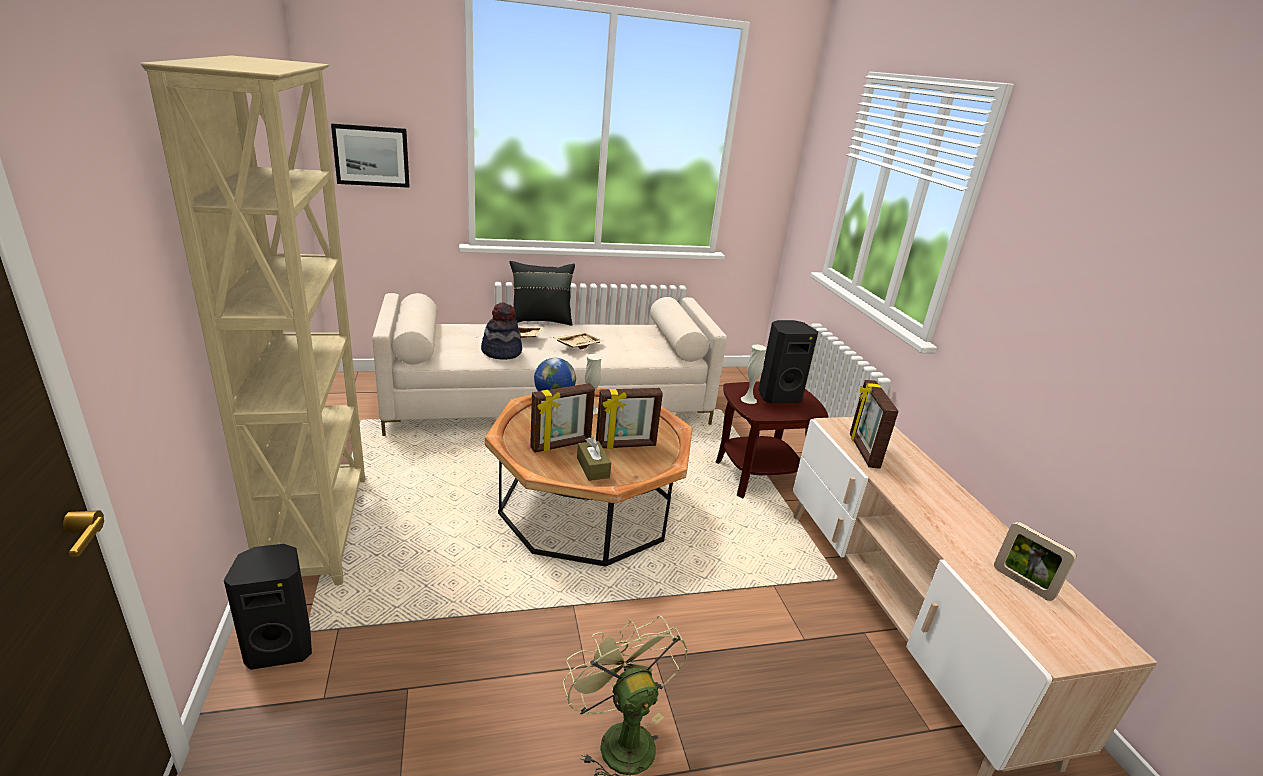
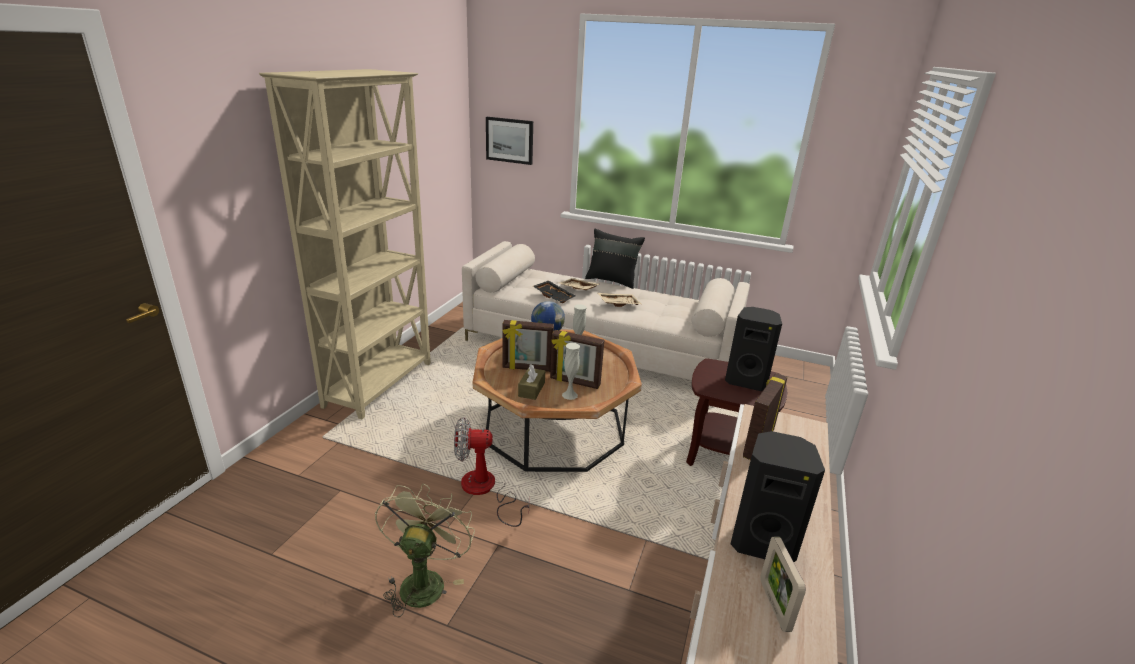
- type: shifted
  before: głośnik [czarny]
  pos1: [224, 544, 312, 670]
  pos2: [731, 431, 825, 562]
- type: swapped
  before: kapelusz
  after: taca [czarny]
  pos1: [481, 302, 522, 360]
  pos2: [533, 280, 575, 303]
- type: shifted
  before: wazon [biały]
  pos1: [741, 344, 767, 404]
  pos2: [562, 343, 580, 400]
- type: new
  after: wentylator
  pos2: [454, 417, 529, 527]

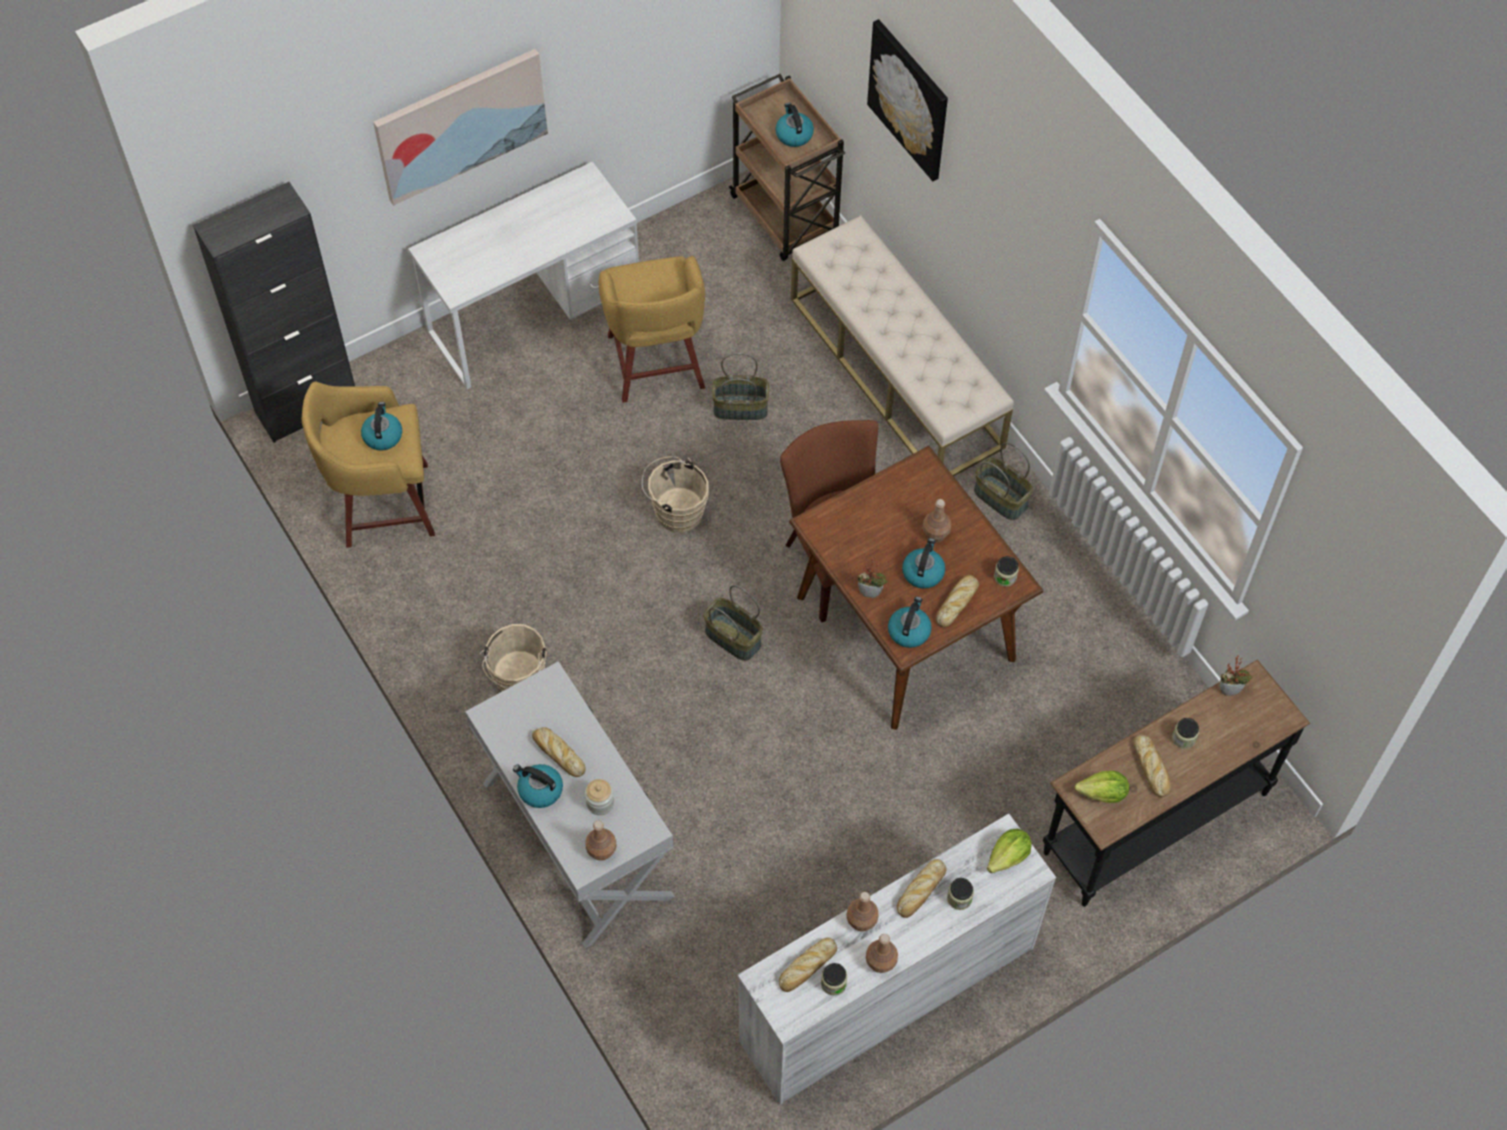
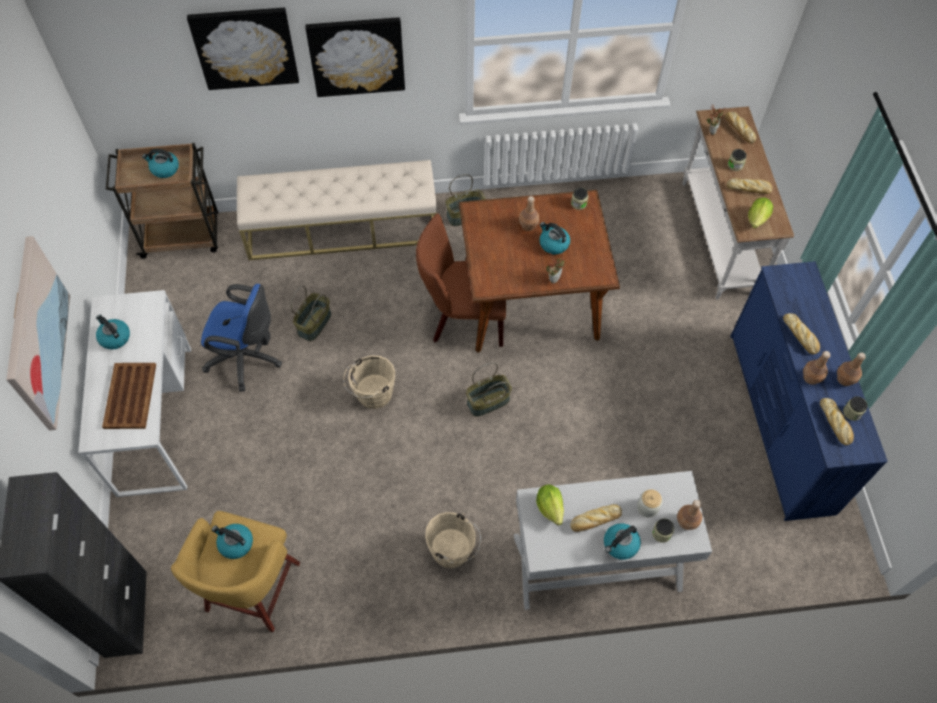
- type: swapped
  before: stołek [żółty]
  after: krzesło biurowe [niebieski]
  pos1: [599, 256, 705, 403]
  pos2: [201, 284, 282, 391]
- type: repainted
  before: komoda [biały]
  after: komoda [niebieski]
  pos1: [738, 814, 1056, 1105]
  pos2: [730, 261, 888, 521]
- type: shifted
  before: czajnik
  pos1: [888, 597, 932, 648]
  pos2: [96, 315, 130, 349]
- type: shifted
  before: chleb
  pos1: [936, 575, 979, 628]
  pos2: [724, 112, 756, 143]
- type: shifted
  before: słoik
  pos1: [947, 878, 974, 910]
  pos2: [652, 518, 674, 543]
- type: shifted
  before: sałata
  pos1: [987, 829, 1032, 873]
  pos2: [536, 485, 564, 526]
- type: repainted
  before: stolik konsolowy [czarny]
  after: stolik konsolowy [biały]
  pos1: [1043, 660, 1310, 907]
  pos2: [682, 107, 794, 300]
- type: new
  after: taca [brązowy]
  pos2: [102, 363, 156, 429]
- type: new
  after: obraz
  pos2: [305, 17, 405, 97]

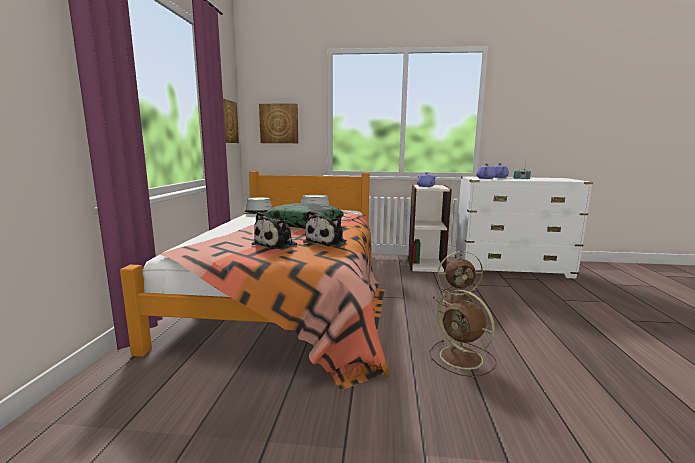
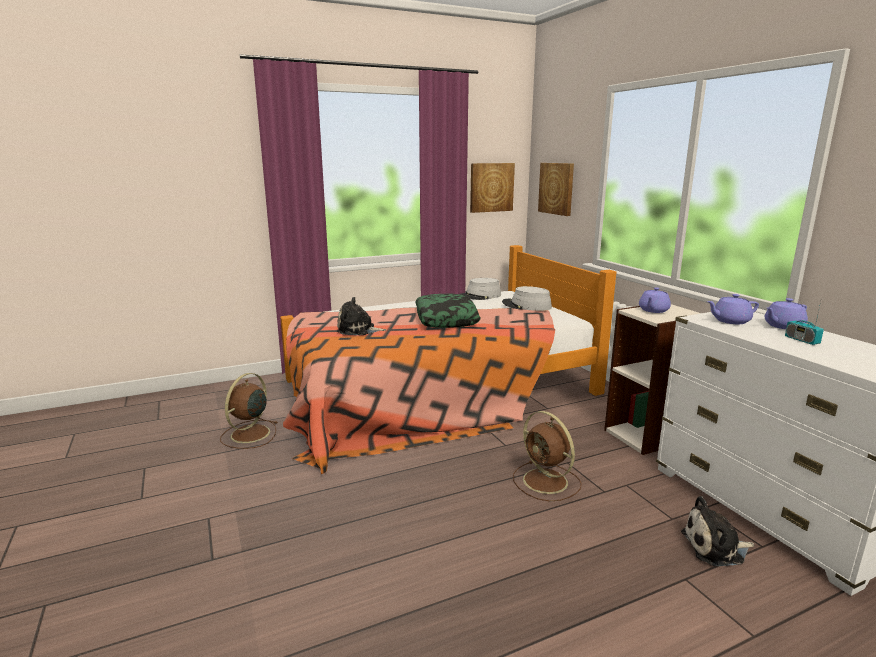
- type: shifted
  before: pluszak
  pos1: [303, 211, 347, 246]
  pos2: [681, 496, 754, 566]
- type: shifted
  before: wentylator [brązowy]
  pos1: [430, 290, 497, 377]
  pos2: [220, 373, 278, 449]

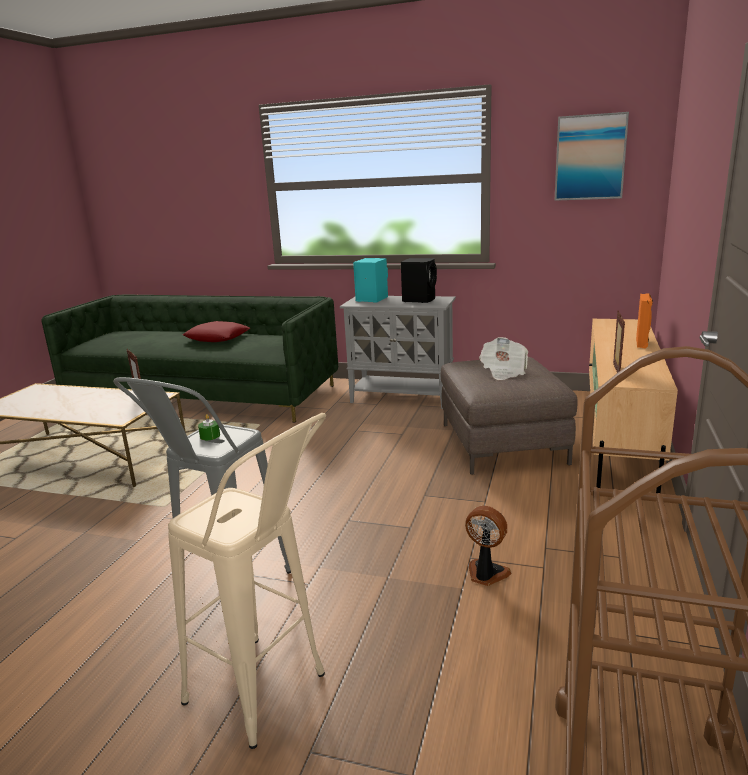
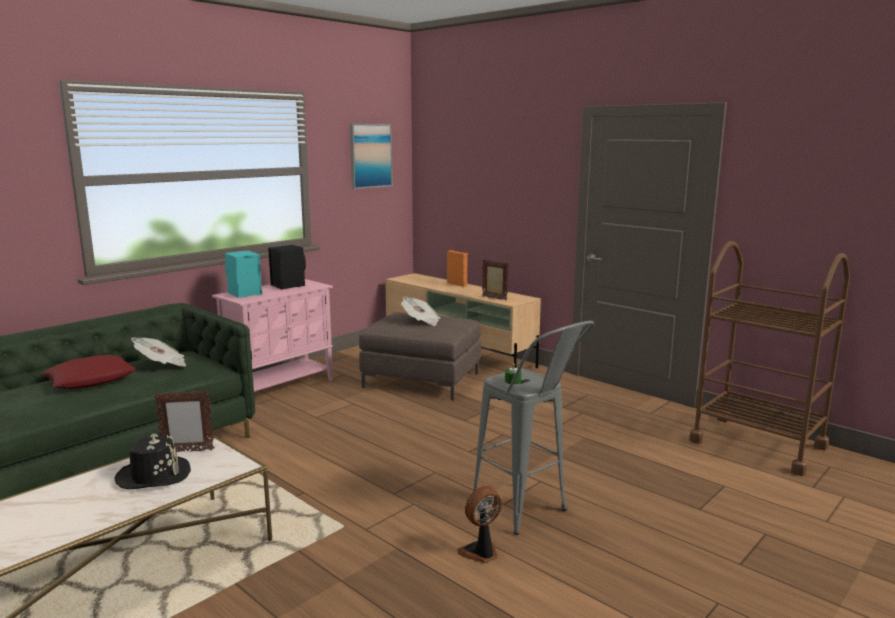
- type: gone
  before: stołek [beżowy]
  pos1: [168, 413, 326, 749]
- type: repainted
  before: szafka [szary]
  after: szafka [różowy]
  pos1: [340, 296, 456, 409]
  pos2: [212, 279, 333, 392]
- type: shifted
  before: wentylator
  pos1: [465, 506, 512, 586]
  pos2: [457, 486, 502, 563]
- type: new
  after: kapelusz [czarny]
  pos2: [115, 434, 191, 489]
- type: new
  after: gazeta
  pos2: [131, 337, 186, 367]

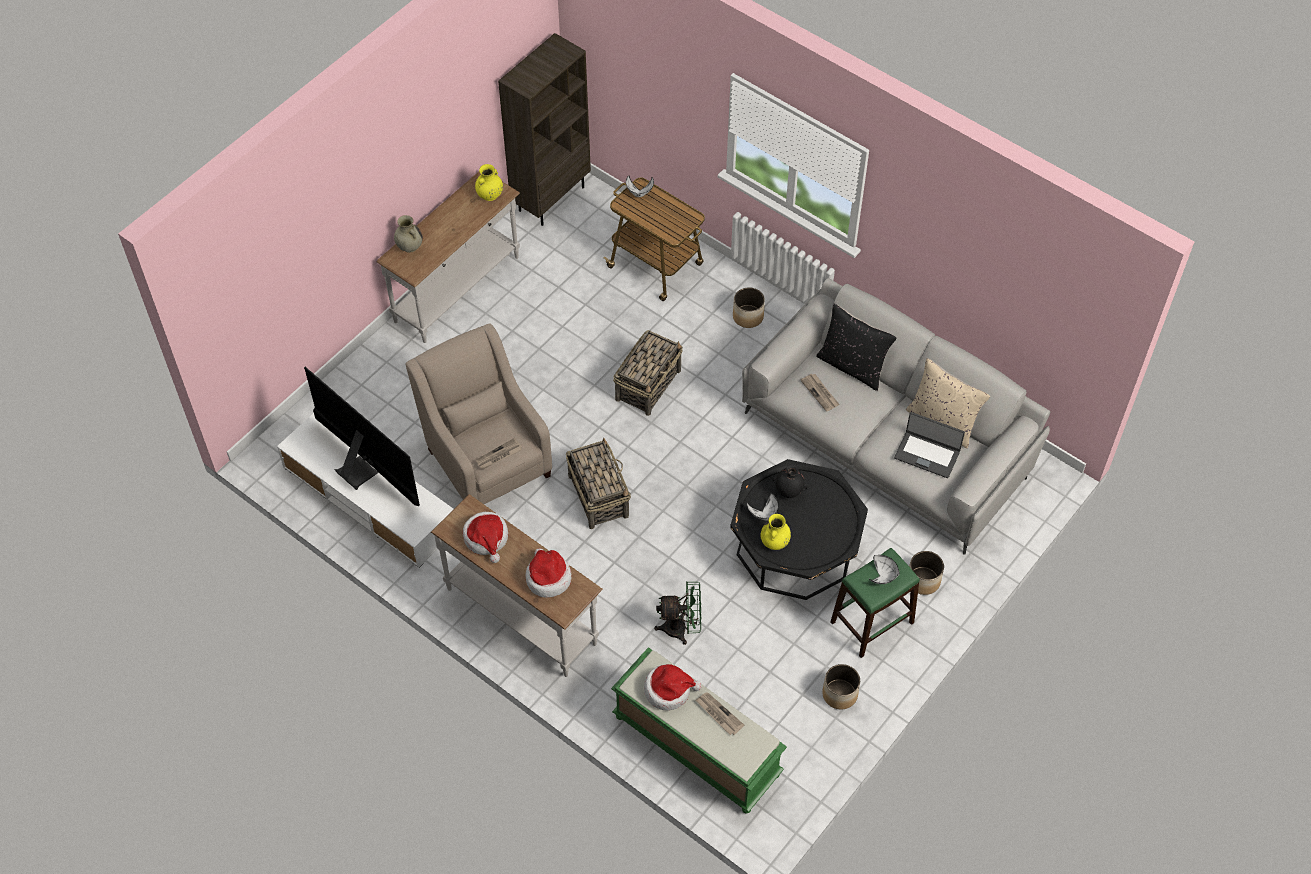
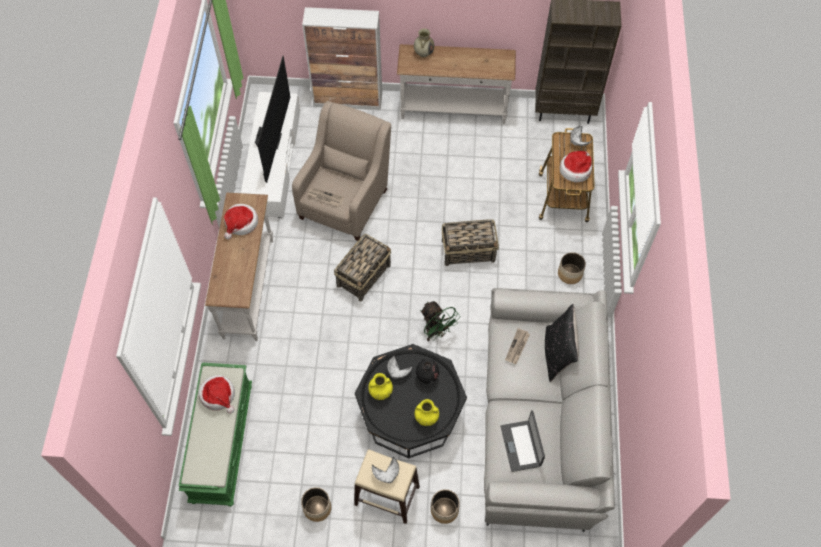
- type: shifted
  before: wazon [żółty]
  pos1: [475, 164, 503, 201]
  pos2: [415, 399, 439, 426]
- type: shifted
  before: kapelusz
  pos1: [526, 548, 571, 597]
  pos2: [560, 151, 592, 182]
- type: shifted
  before: wentylator [zielony]
  pos1: [654, 582, 701, 645]
  pos2: [420, 301, 460, 341]
- type: gone
  before: gazeta
  pos1: [696, 692, 744, 735]
- type: repainted
  before: stołek [zielony]
  after: stołek [beżowy]
  pos1: [830, 548, 920, 658]
  pos2: [354, 449, 420, 524]
- type: gone
  before: poduszka [beżowy]
  pos1: [906, 358, 990, 448]
- type: new
  after: szafka
  pos2: [302, 7, 382, 110]

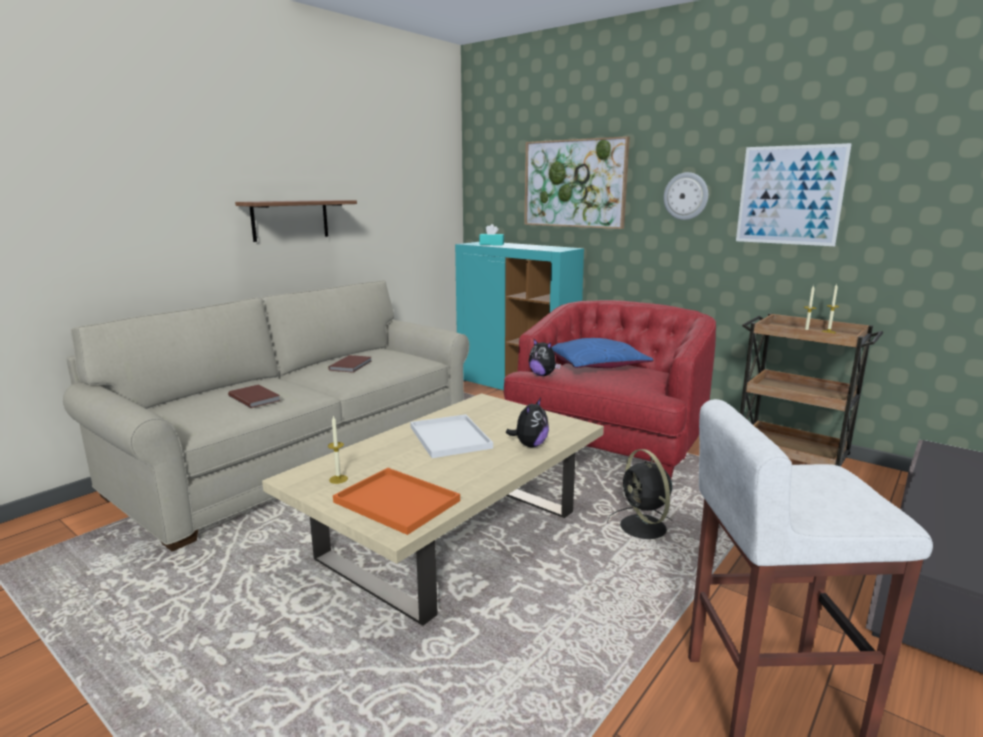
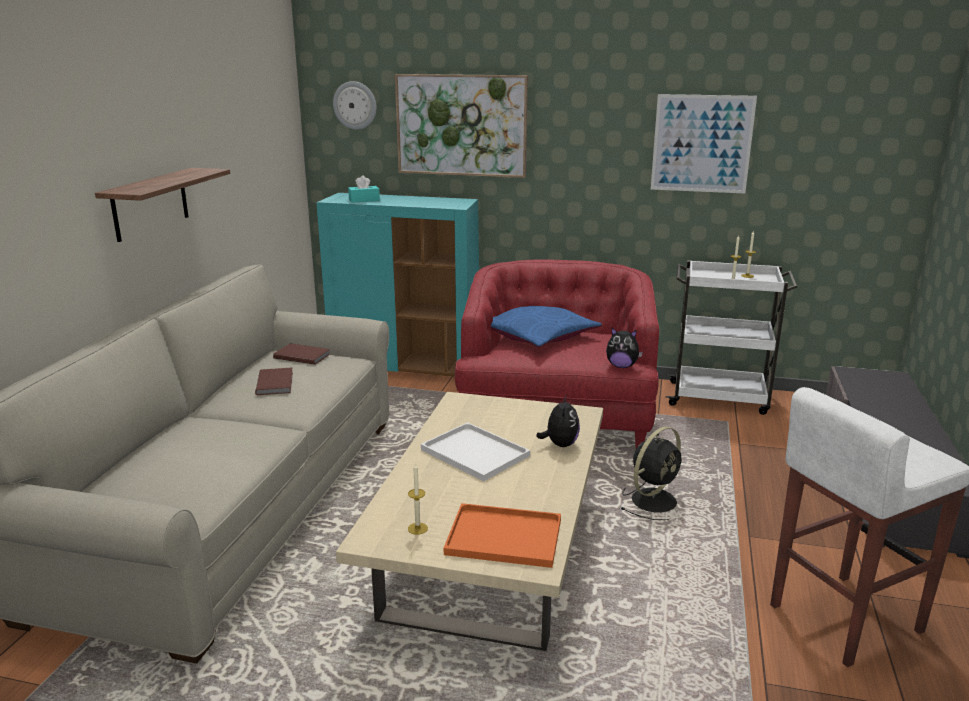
- type: shifted
  before: książka [brązowy]
  pos1: [228, 385, 281, 408]
  pos2: [273, 343, 330, 365]
- type: shifted
  before: pluszak
  pos1: [529, 339, 561, 376]
  pos2: [606, 328, 643, 368]
- type: rotated
  before: wentylator [czarny]
  pos1: [607, 449, 673, 539]
  pos2: [620, 426, 682, 520]
  turn: -90
- type: shifted
  before: zegar ścienny
  pos1: [664, 172, 708, 220]
  pos2: [333, 81, 377, 130]
- type: repainted
  before: wózek [brązowy]
  after: wózek [biały]
  pos1: [740, 313, 883, 467]
  pos2: [666, 260, 798, 415]

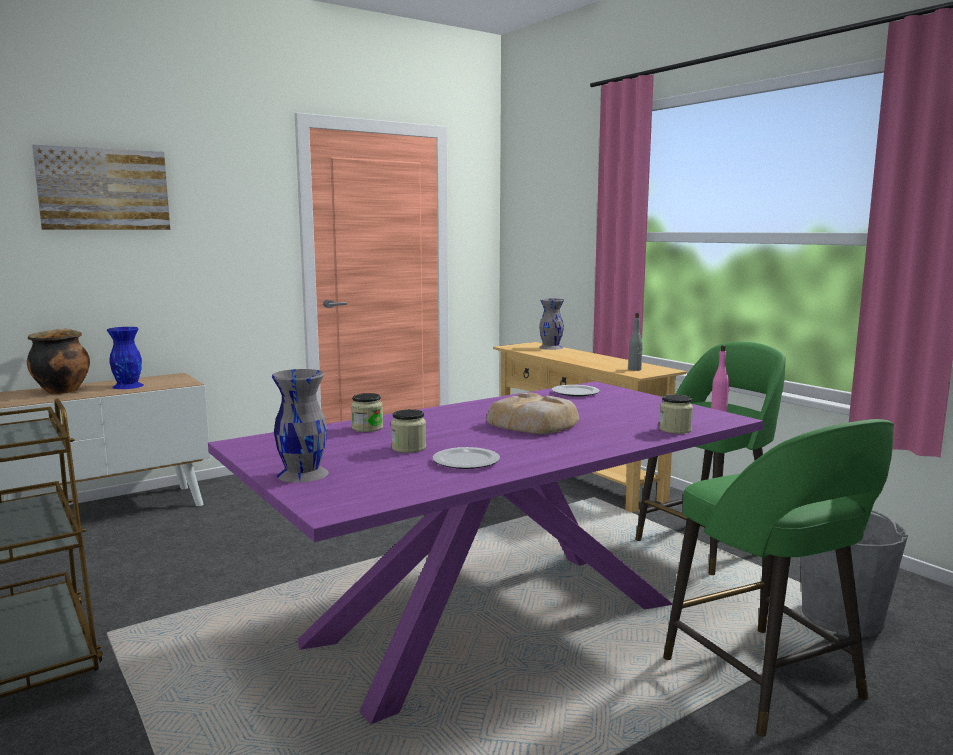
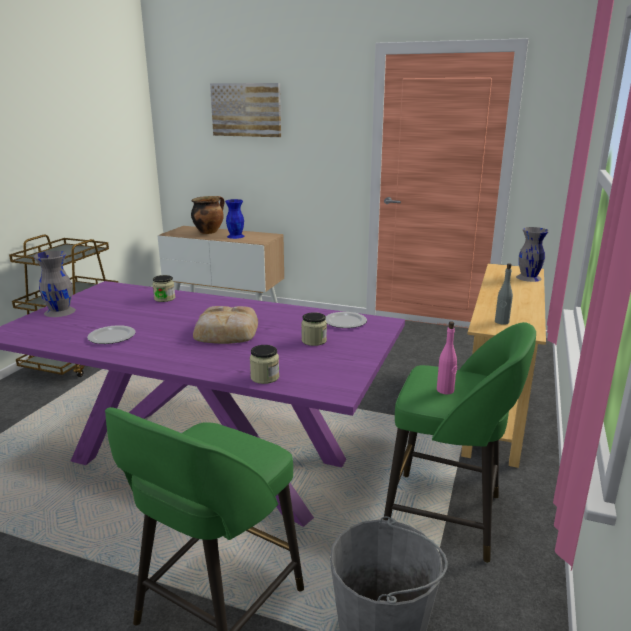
- type: shifted
  before: słoik
  pos1: [391, 409, 426, 453]
  pos2: [301, 312, 327, 346]

